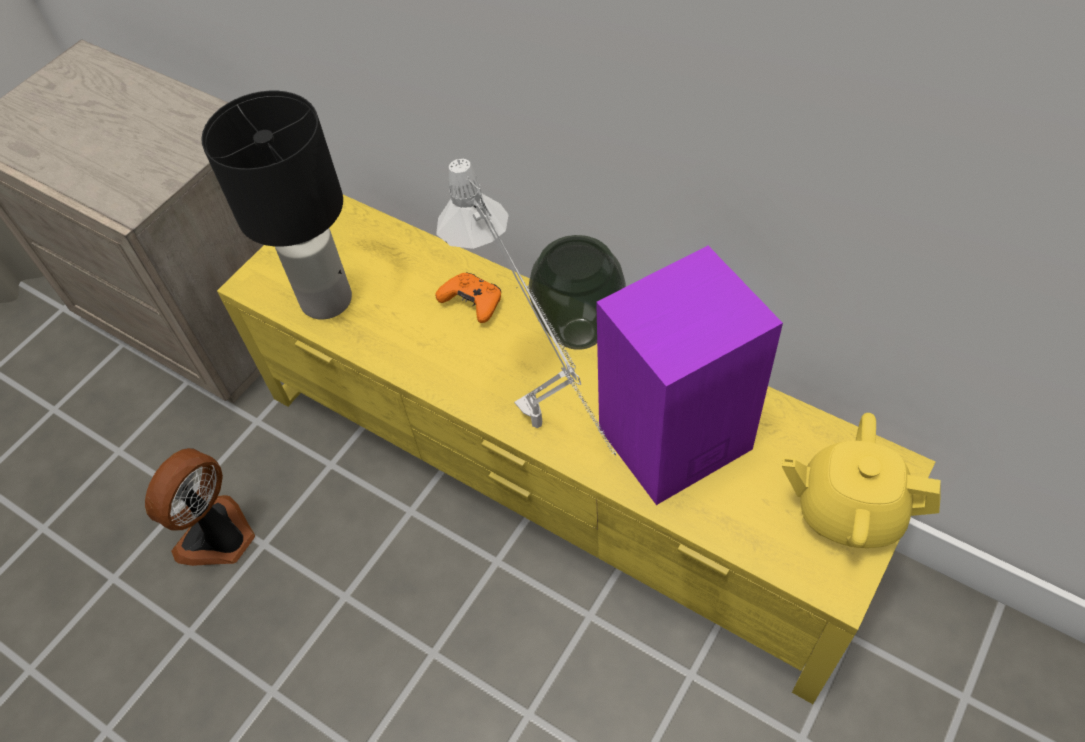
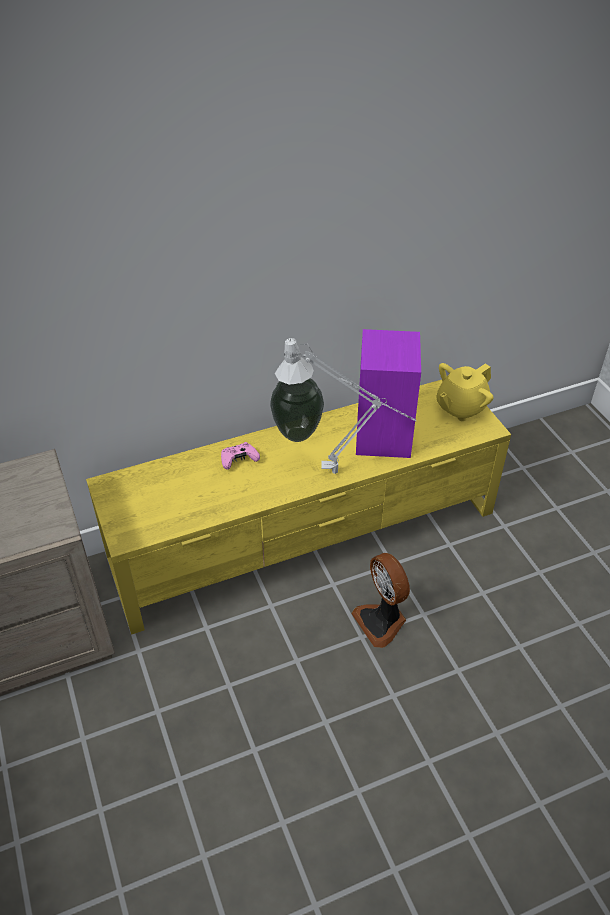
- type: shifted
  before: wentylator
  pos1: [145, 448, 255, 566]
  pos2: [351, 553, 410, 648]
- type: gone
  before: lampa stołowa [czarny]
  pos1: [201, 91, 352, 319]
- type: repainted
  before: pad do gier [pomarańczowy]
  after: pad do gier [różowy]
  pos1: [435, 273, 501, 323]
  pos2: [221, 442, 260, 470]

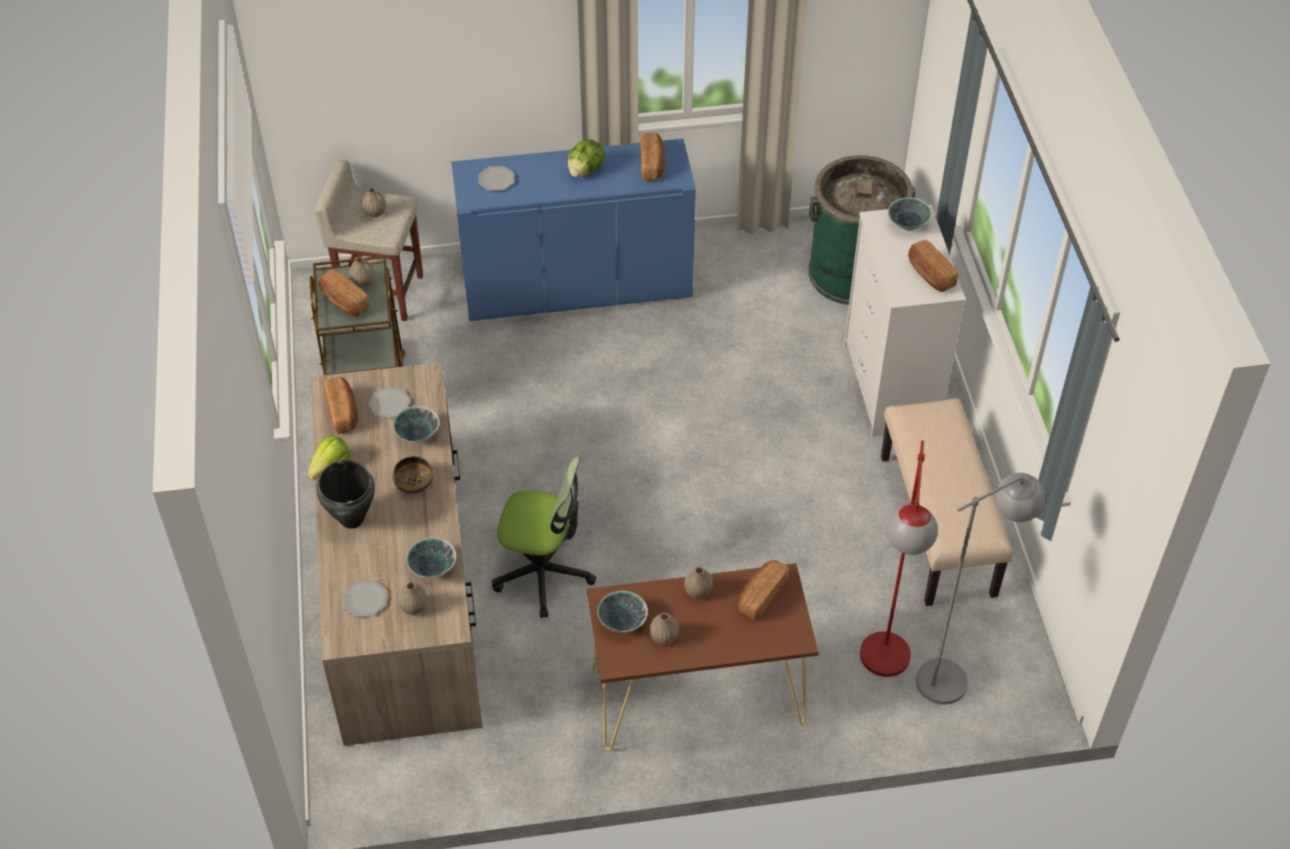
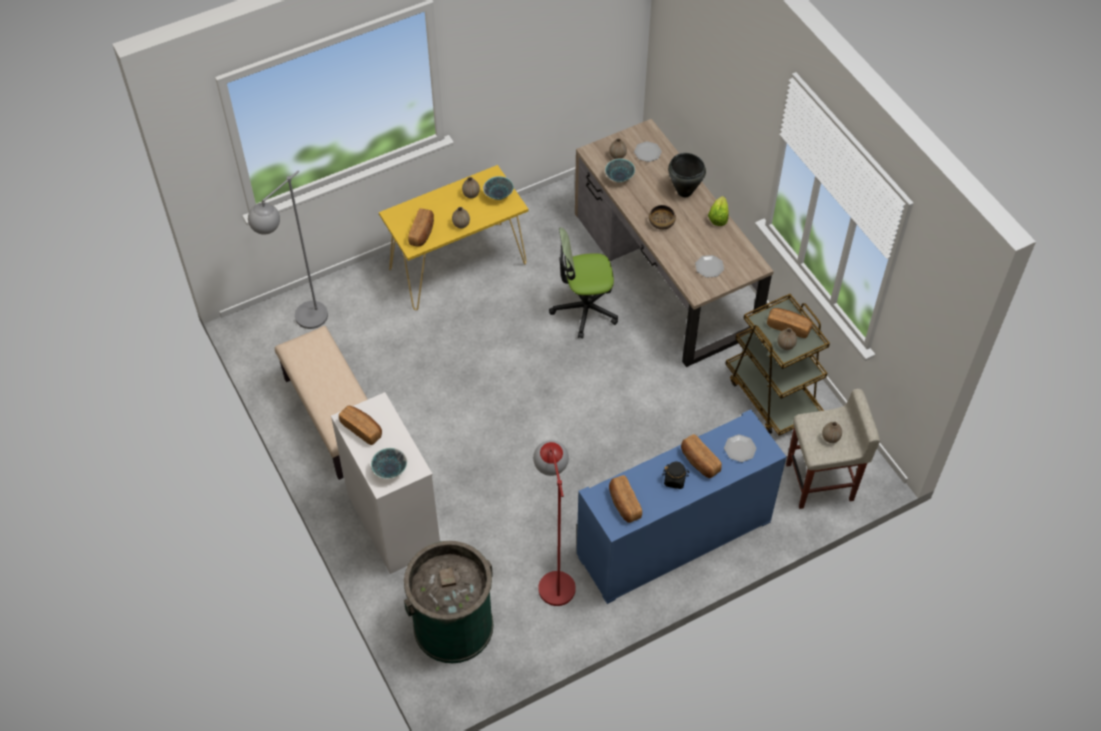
- type: shifted
  before: chleb
  pos1: [324, 377, 358, 434]
  pos2: [681, 434, 722, 478]
- type: gone
  before: miska
  pos1: [393, 406, 439, 443]
- type: swapped
  before: sałata
  after: słoik [czarny]
  pos1: [567, 139, 606, 177]
  pos2: [663, 462, 690, 489]
- type: repainted
  before: stolik konsolowy [brązowy]
  after: stolik konsolowy [żółty]
  pos1: [587, 563, 818, 751]
  pos2: [379, 165, 529, 310]
- type: shifted
  before: lampa stojąca [czerwony]
  pos1: [860, 440, 938, 677]
  pos2: [533, 440, 576, 606]

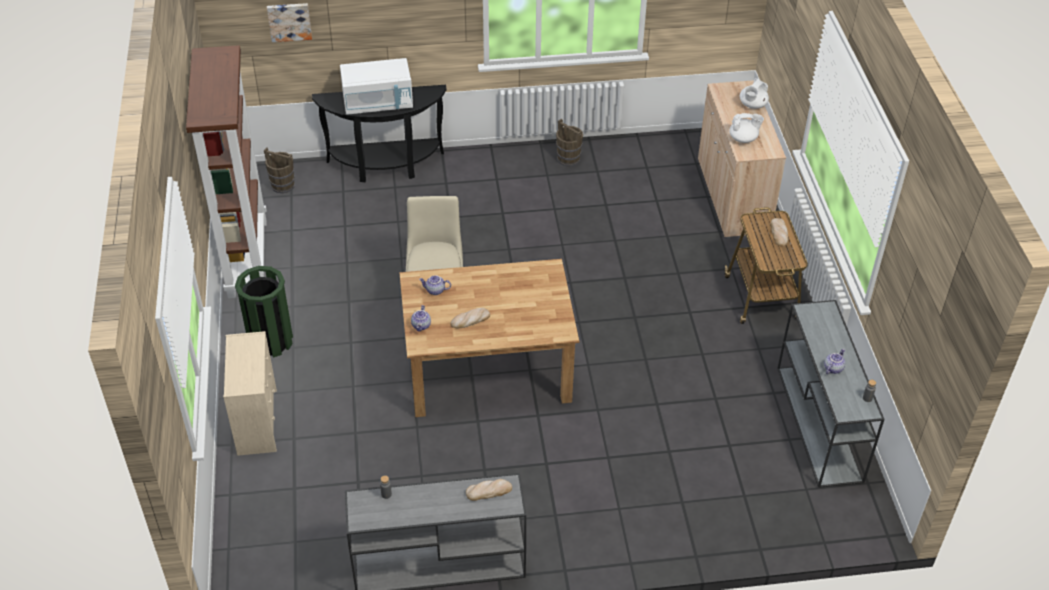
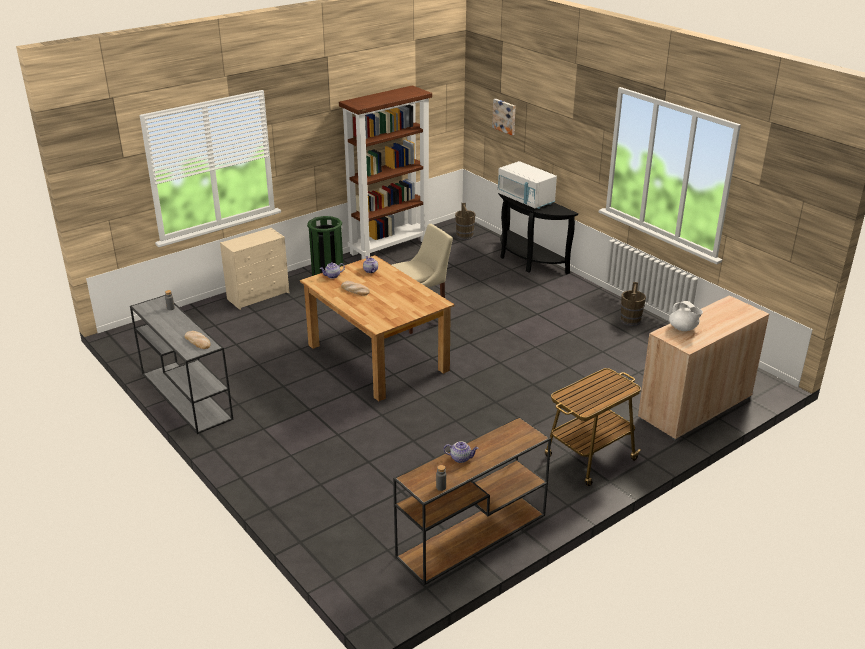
- type: gone
  before: imbryk [biały]
  pos1: [739, 78, 769, 109]
- type: gone
  before: chleb
  pos1: [771, 218, 788, 246]
- type: repainted
  before: stolik konsolowy [szary]
  after: stolik konsolowy [brązowy]
  pos1: [777, 300, 884, 488]
  pos2: [393, 416, 551, 585]

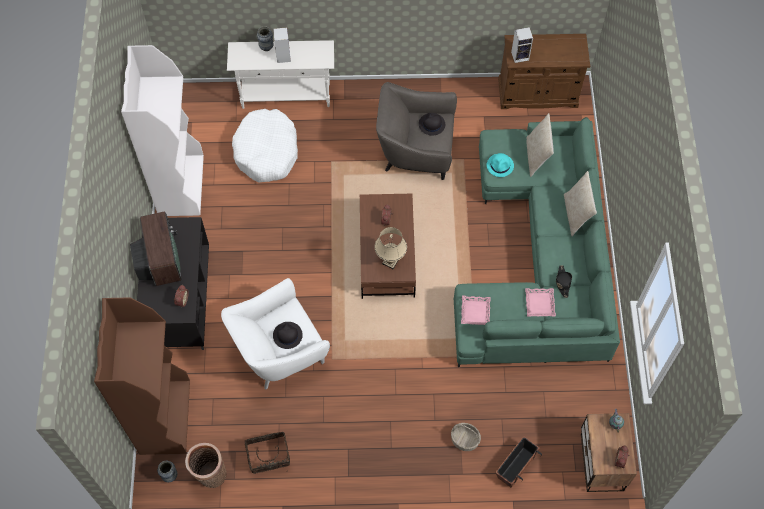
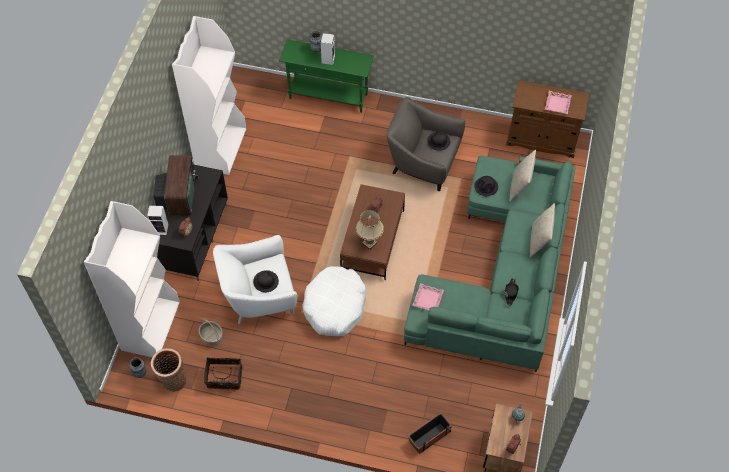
- type: repainted
  before: regał [brązowy]
  after: regał [biały]
  pos1: [94, 297, 190, 455]
  pos2: [84, 201, 180, 357]
- type: repainted
  before: stolik konsolowy [biały]
  after: stolik konsolowy [zielony]
  pos1: [227, 40, 334, 109]
  pos2: [279, 39, 374, 113]
- type: shifted
  before: legowisko [biały]
  pos1: [232, 109, 298, 183]
  pos2: [302, 266, 367, 336]
- type: shifted
  before: koszyk
  pos1: [451, 423, 481, 451]
  pos2: [199, 318, 223, 346]
- type: repainted
  before: kapelusz [turkusowy]
  after: kapelusz [czarny]
  pos1: [487, 153, 514, 177]
  pos2: [474, 176, 498, 196]
- type: shifted
  before: głośnik
  pos1: [511, 27, 533, 63]
  pos2: [147, 205, 168, 235]
- type: shifted
  before: taca [różowy]
  pos1: [525, 288, 556, 317]
  pos2: [545, 91, 572, 114]

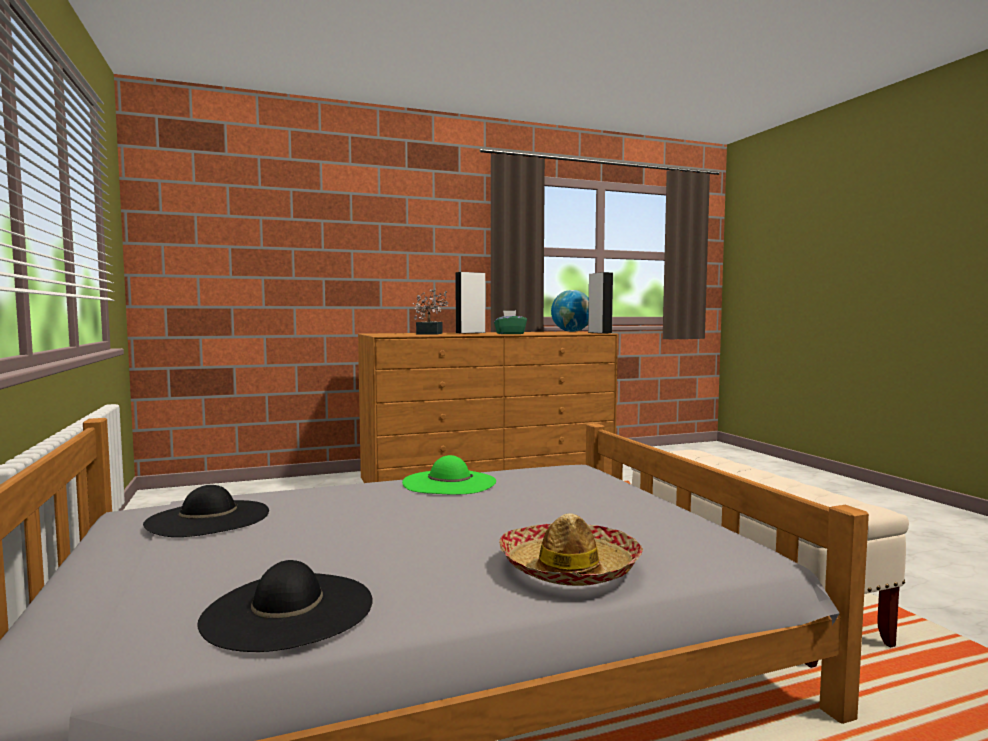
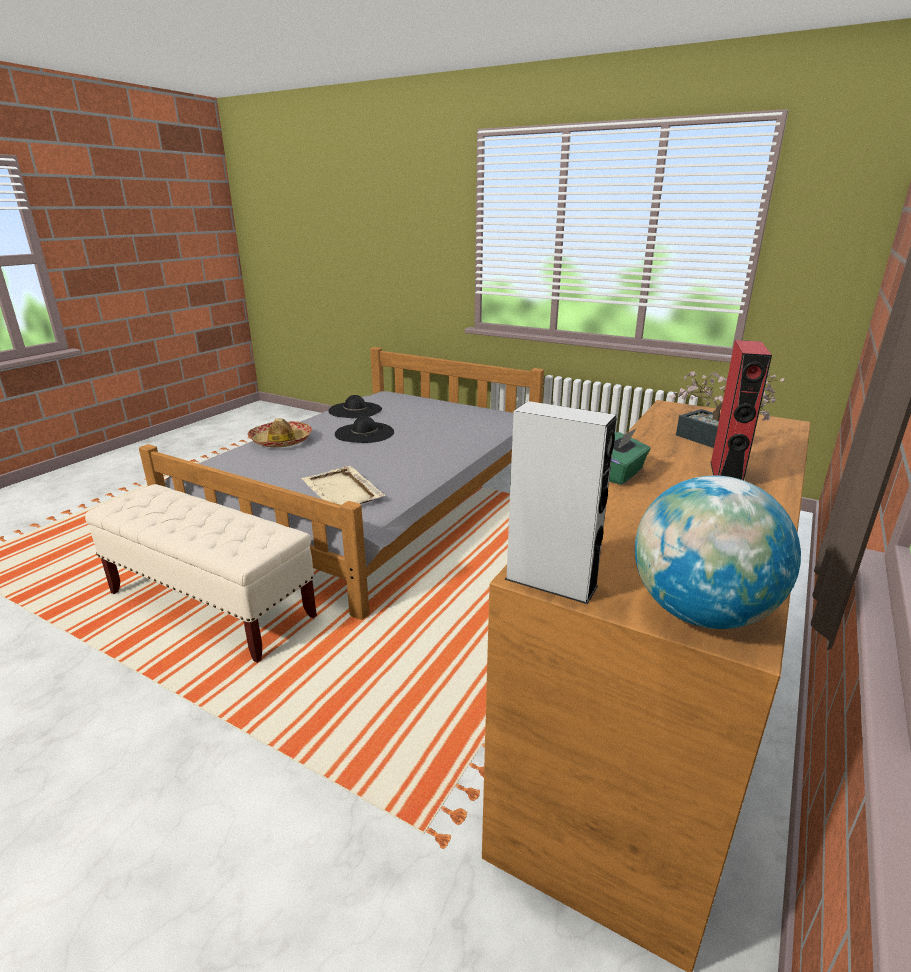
- type: shifted
  before: kapelusz [czarny]
  pos1: [143, 485, 269, 537]
  pos2: [335, 416, 394, 443]
- type: gone
  before: kapelusz [zielony]
  pos1: [402, 455, 496, 494]
- type: repainted
  before: głośnik [biały]
  after: głośnik [czerwony]
  pos1: [455, 272, 485, 333]
  pos2: [710, 340, 772, 480]
- type: new
  after: taca [beżowy]
  pos2: [301, 466, 385, 505]

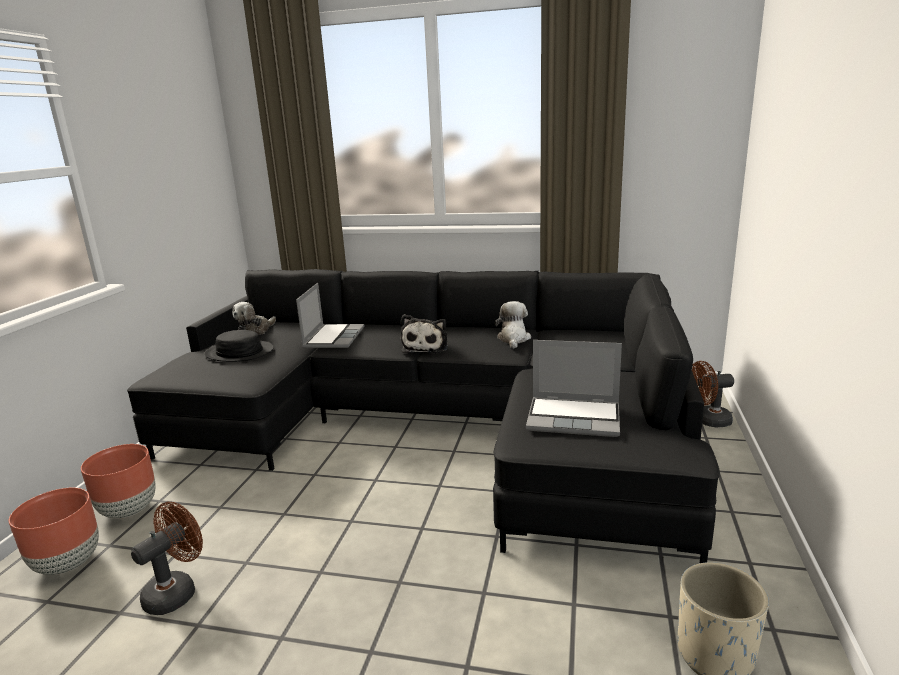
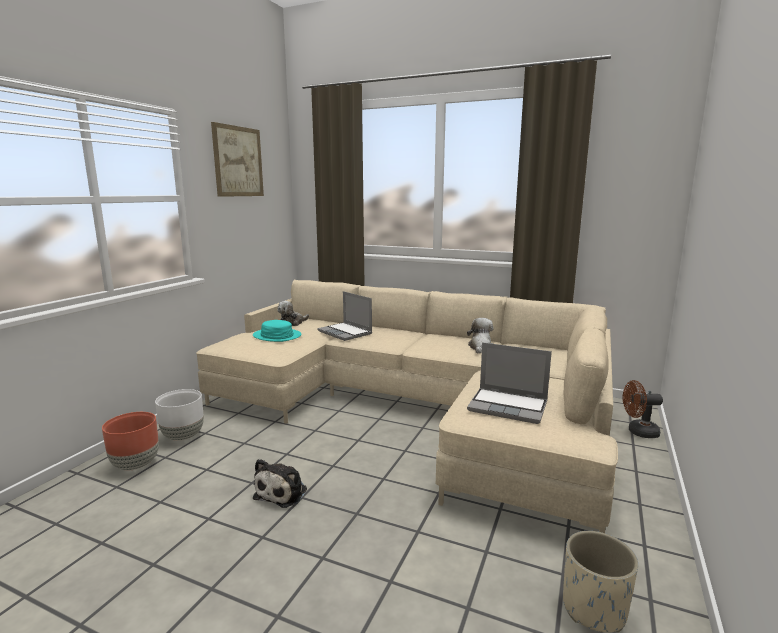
- type: repainted
  before: donica [brązowy]
  after: donica [biały]
  pos1: [81, 444, 156, 519]
  pos2: [155, 389, 204, 441]
- type: repainted
  before: kanapa [czarny]
  after: kanapa [beżowy]
  pos1: [127, 269, 720, 563]
  pos2: [196, 280, 618, 533]
- type: gone
  before: wentylator [brązowy]
  pos1: [131, 502, 203, 615]
- type: repainted
  before: kapelusz [czarny]
  after: kapelusz [turkusowy]
  pos1: [204, 330, 274, 362]
  pos2: [253, 320, 302, 342]
- type: rotated
  before: laptop
  pos1: [296, 283, 364, 348]
  pos2: [318, 291, 372, 341]
  turn: 120
- type: shifted
  before: pluszak
  pos1: [401, 314, 448, 353]
  pos2: [253, 459, 307, 508]
- type: new
  after: obraz
  pos2: [211, 122, 264, 197]

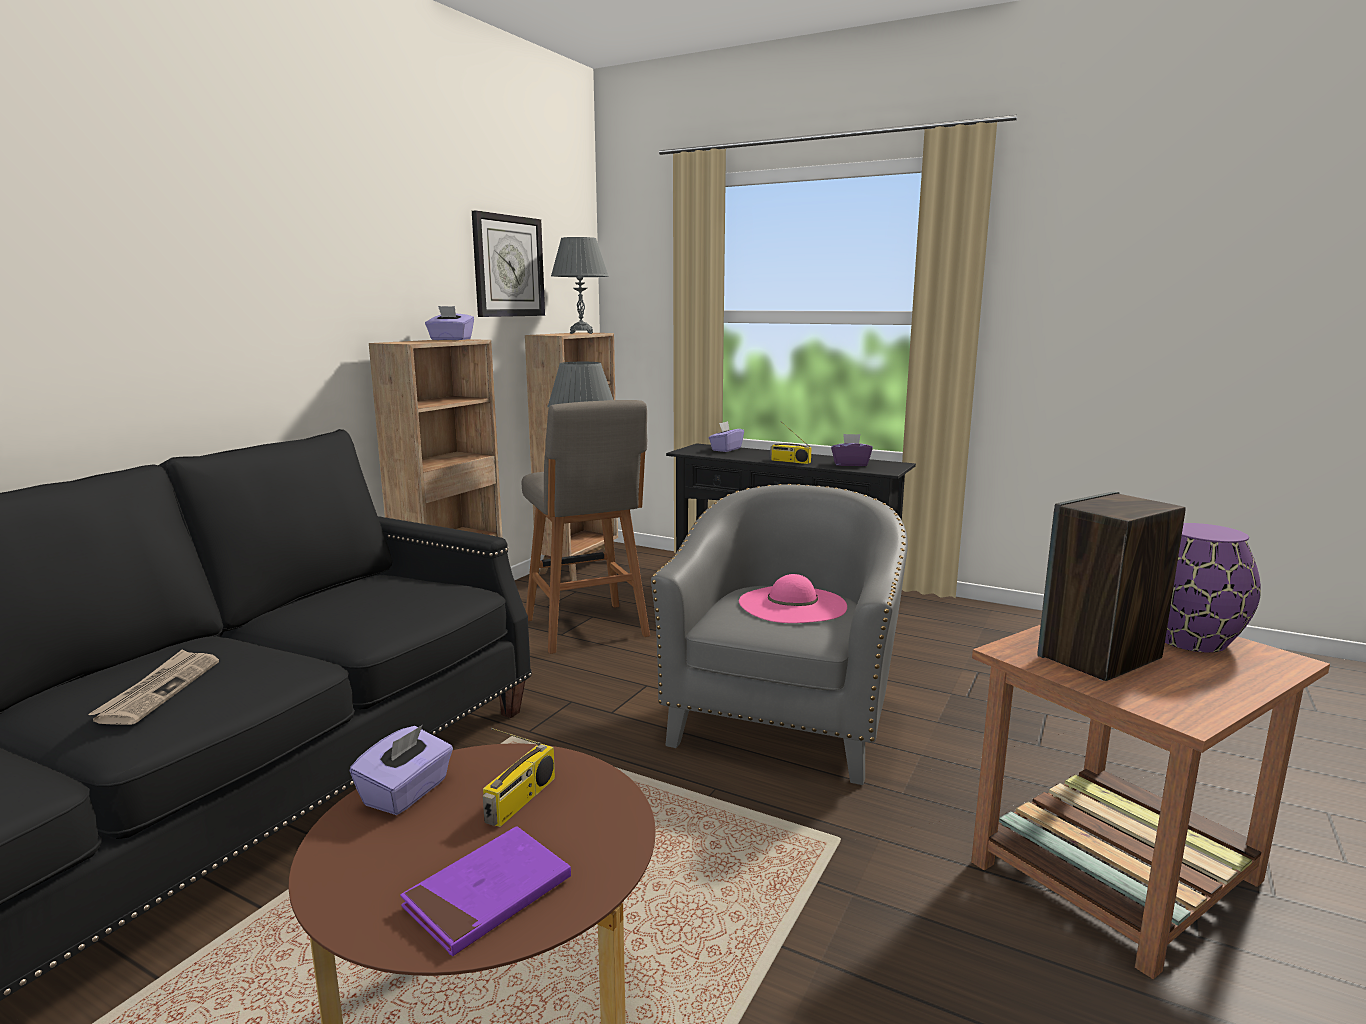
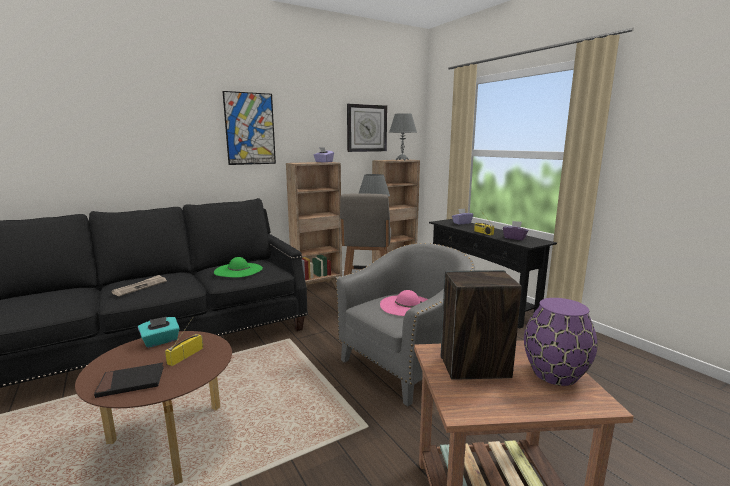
- type: repainted
  before: pudełko chusteczek [fioletowy]
  after: pudełko chusteczek [turkusowy]
  pos1: [350, 725, 453, 815]
  pos2: [138, 317, 180, 348]
- type: repainted
  before: książka [fioletowy]
  after: książka [czarny]
  pos1: [400, 826, 571, 956]
  pos2: [94, 363, 164, 398]
- type: rotated
  before: radio
  pos1: [483, 728, 555, 827]
  pos2: [165, 316, 203, 366]
  turn: 150
- type: new
  after: kapelusz [zielony]
  pos2: [214, 257, 263, 277]
- type: new
  after: obraz
  pos2: [222, 91, 276, 165]

